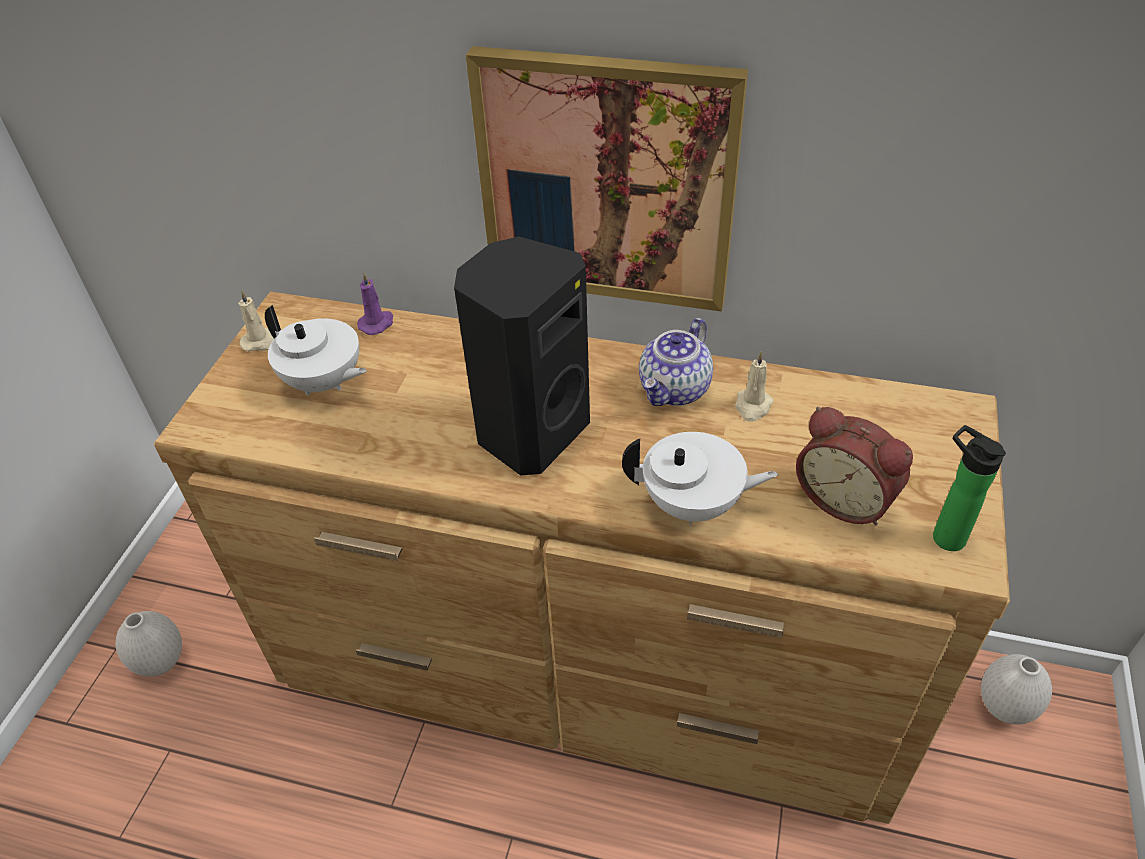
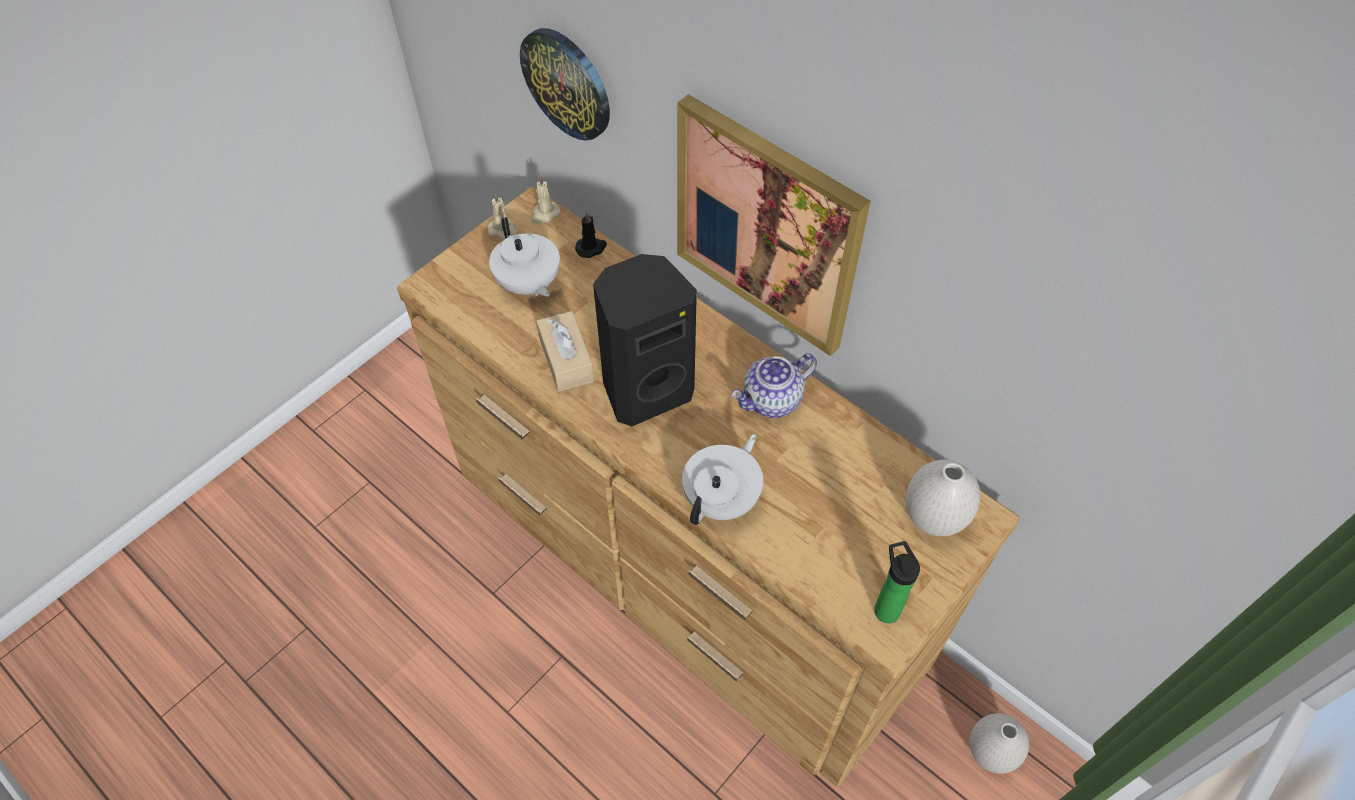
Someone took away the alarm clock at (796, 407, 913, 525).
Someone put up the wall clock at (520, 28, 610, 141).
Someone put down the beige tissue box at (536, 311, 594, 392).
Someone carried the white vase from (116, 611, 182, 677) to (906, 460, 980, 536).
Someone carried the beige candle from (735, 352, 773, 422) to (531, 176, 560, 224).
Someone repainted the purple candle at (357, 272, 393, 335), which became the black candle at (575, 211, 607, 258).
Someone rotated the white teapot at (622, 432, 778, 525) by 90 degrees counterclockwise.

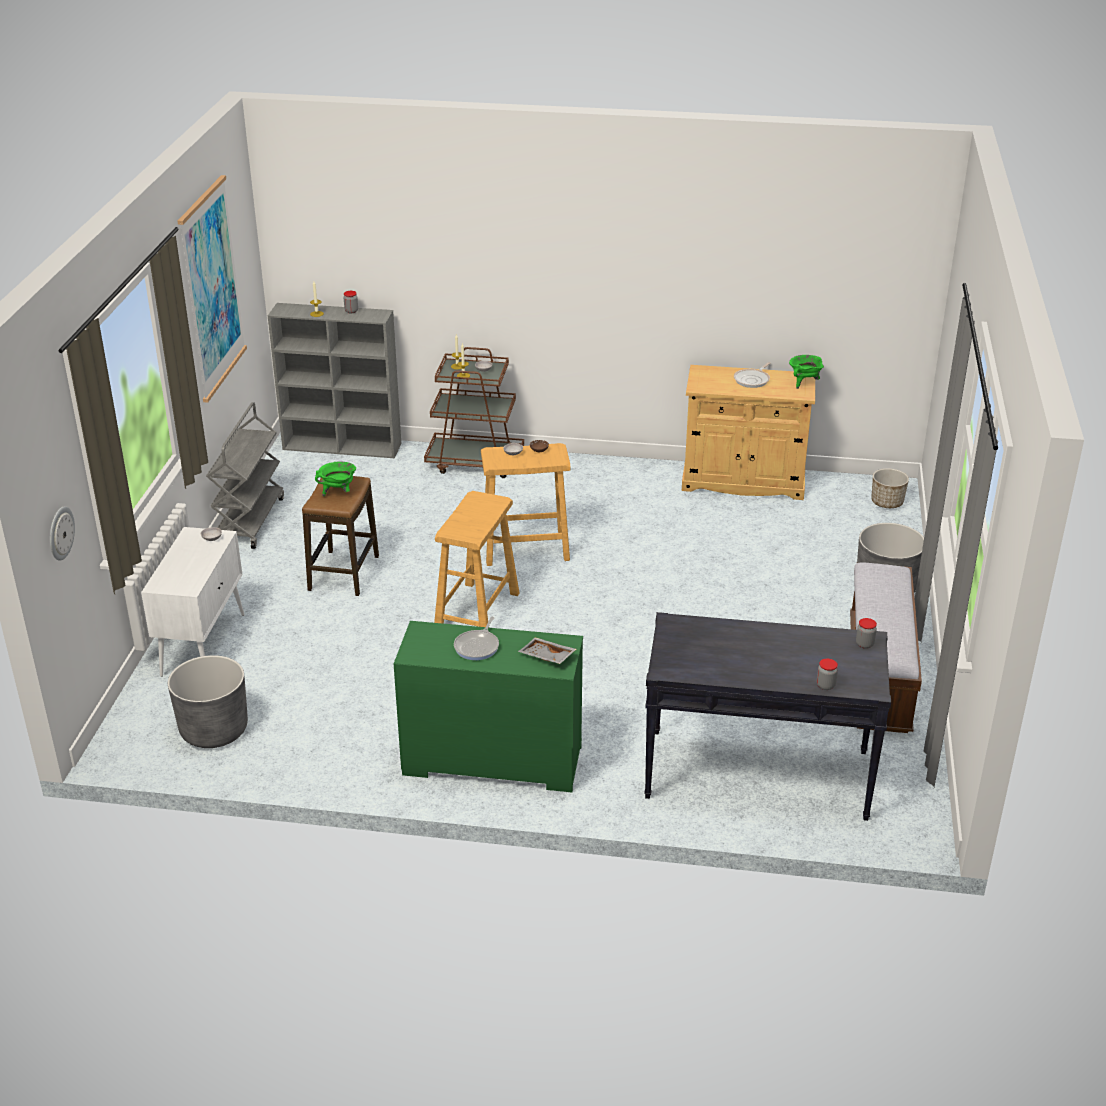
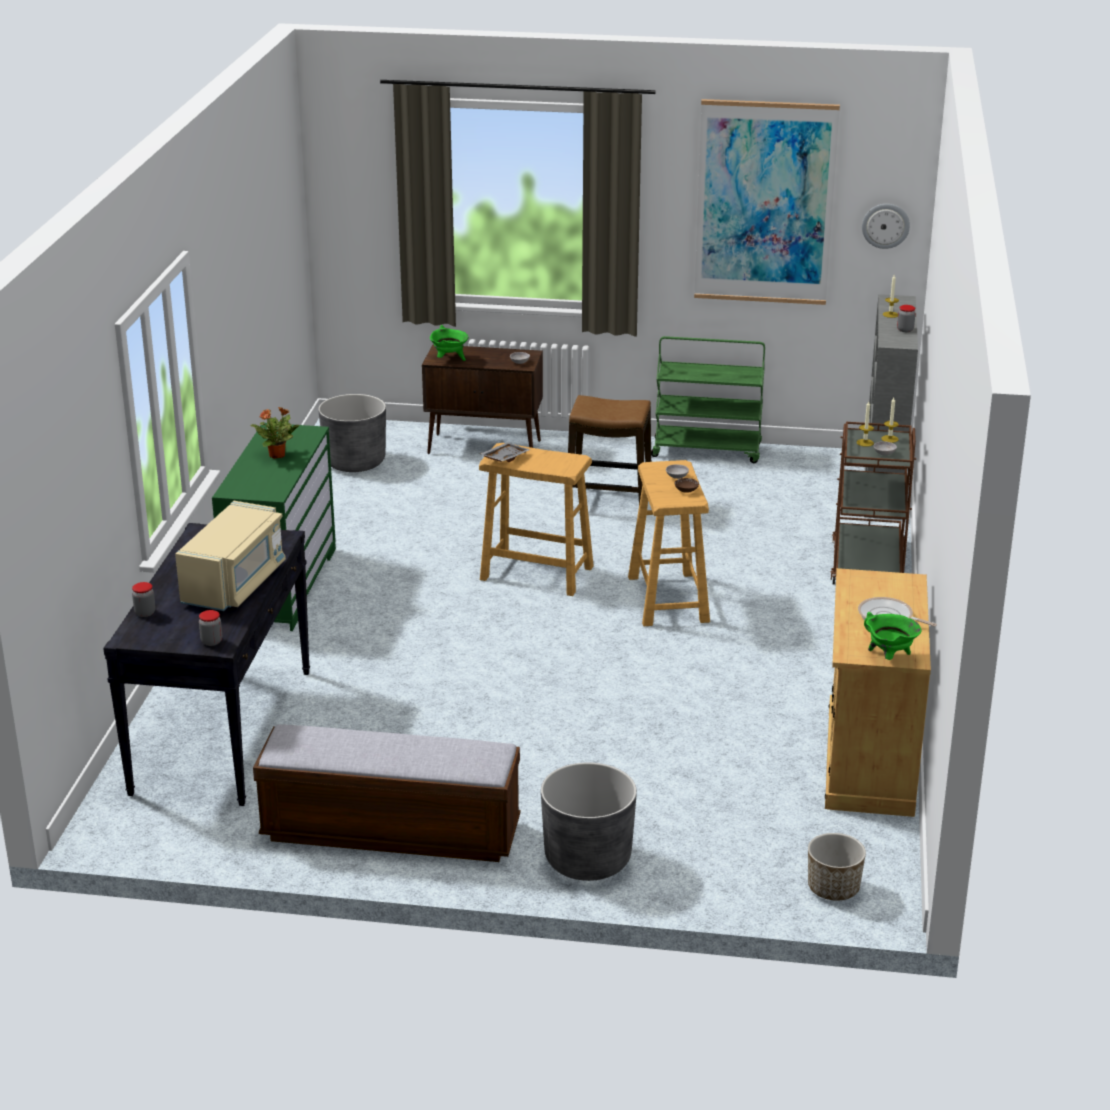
Someone put down the beige microwave at (175, 501, 286, 611).
Someone carried the wall clock from (50, 506, 75, 561) to (862, 204, 910, 249).
Someone carried the green cooking pot from (315, 461, 356, 496) to (430, 325, 469, 361).
Someone carried the grey tray from (518, 638, 576, 664) to (480, 442, 530, 462).
Someone swapped the frying pan at (454, 617, 499, 660) for the potted plant at (251, 407, 299, 459).
Someone repainted the white cabinet at (141, 527, 244, 677), which became the brown cabinet at (422, 344, 543, 454).
Someone repainted the grey cart at (206, 402, 284, 549), which became the green cart at (651, 336, 765, 463).

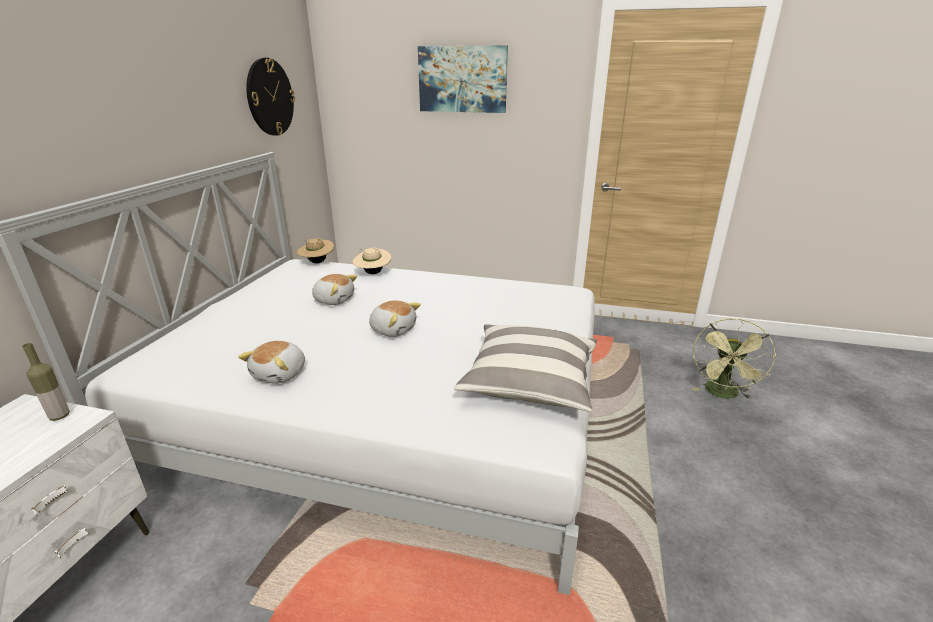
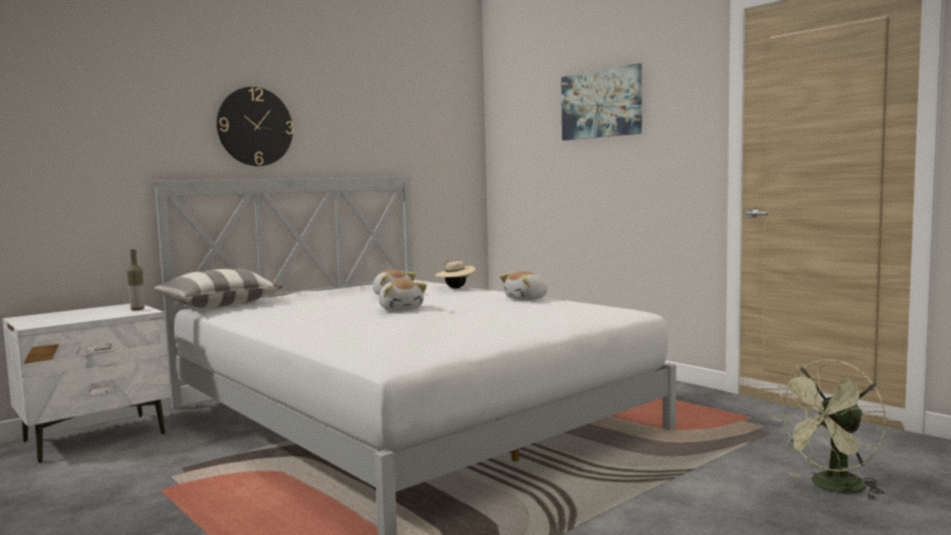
Someone took away the beige hat at (297, 238, 334, 263).
Someone carried the plush toy from (238, 341, 305, 384) to (499, 271, 547, 300).
Someone carried the wall clock from (246, 58, 295, 136) to (217, 87, 293, 166).
Someone carried the pillow from (454, 324, 597, 412) to (154, 268, 283, 308).

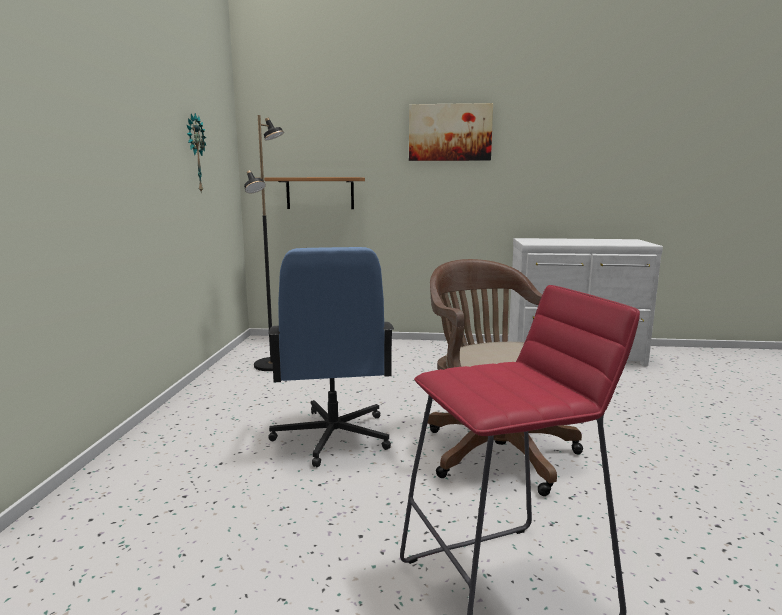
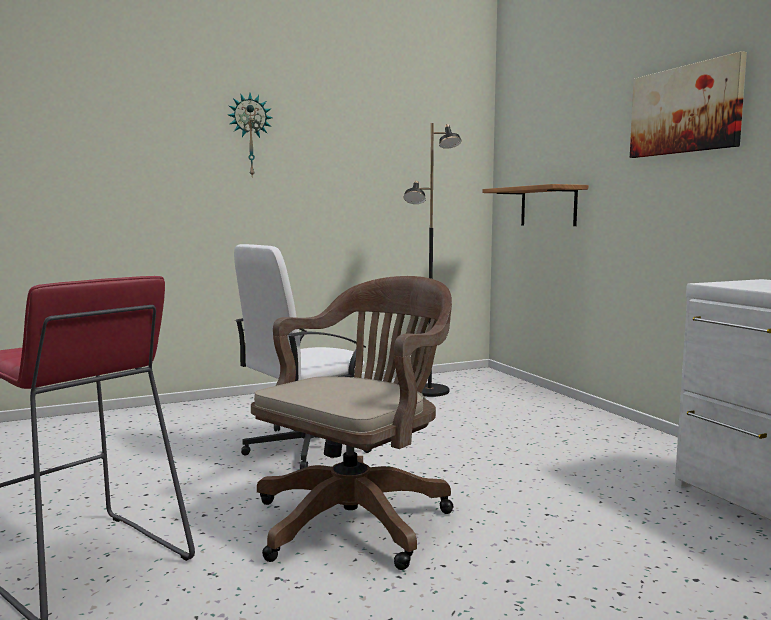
Someone carried the wall clock from (187, 113, 206, 194) to (228, 93, 272, 176).
Someone repainted the blue office chair at (268, 247, 394, 467), which became the white office chair at (234, 244, 372, 469).

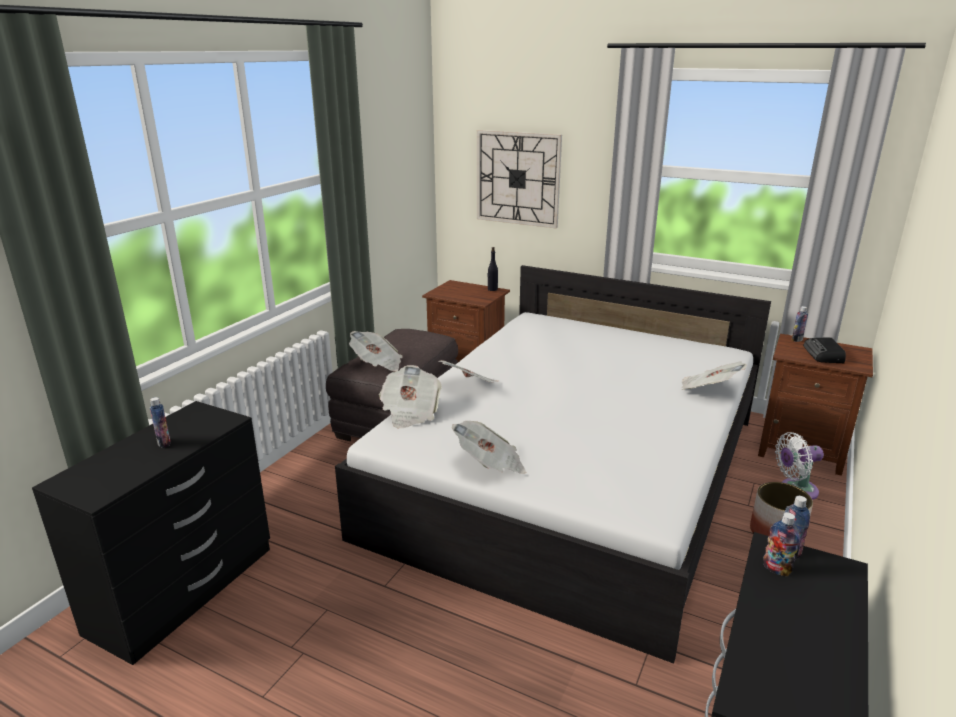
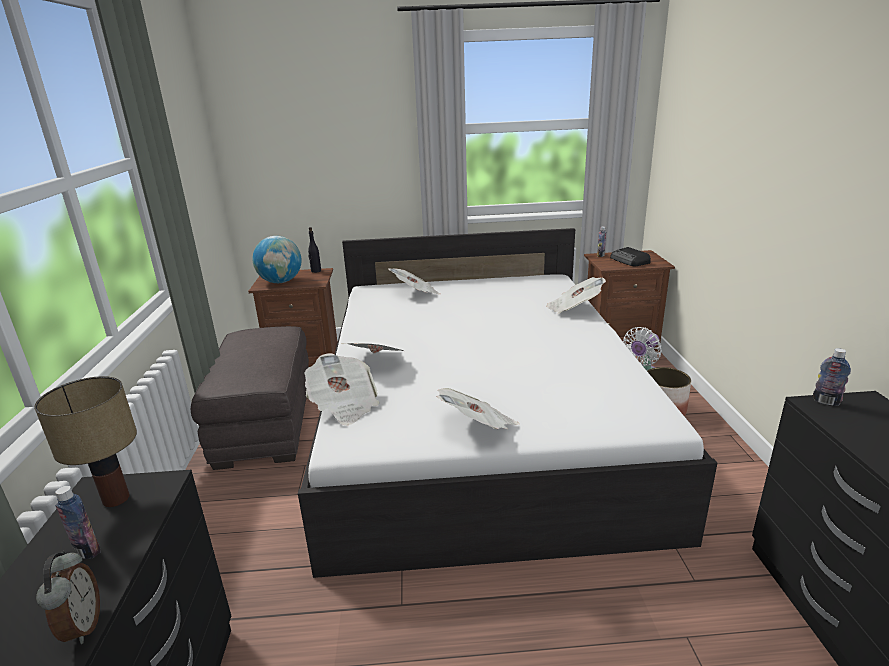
Someone took away the wall clock at (477, 130, 562, 228).
Someone took away the bottle at (764, 512, 800, 576).
Someone put down the table lamp at (34, 376, 137, 507).
Someone put down the alarm clock at (36, 551, 100, 644).
Someone put down the globe at (252, 236, 302, 283).
Someone carried the newspaper from (349, 331, 402, 372) to (389, 268, 440, 294).

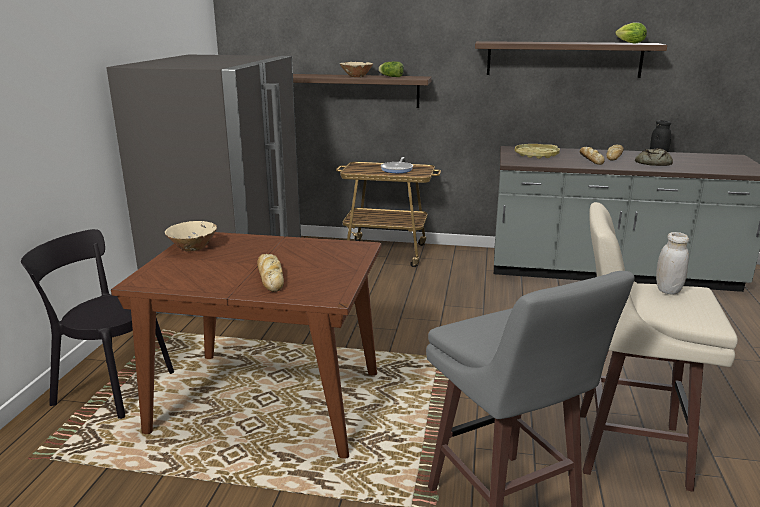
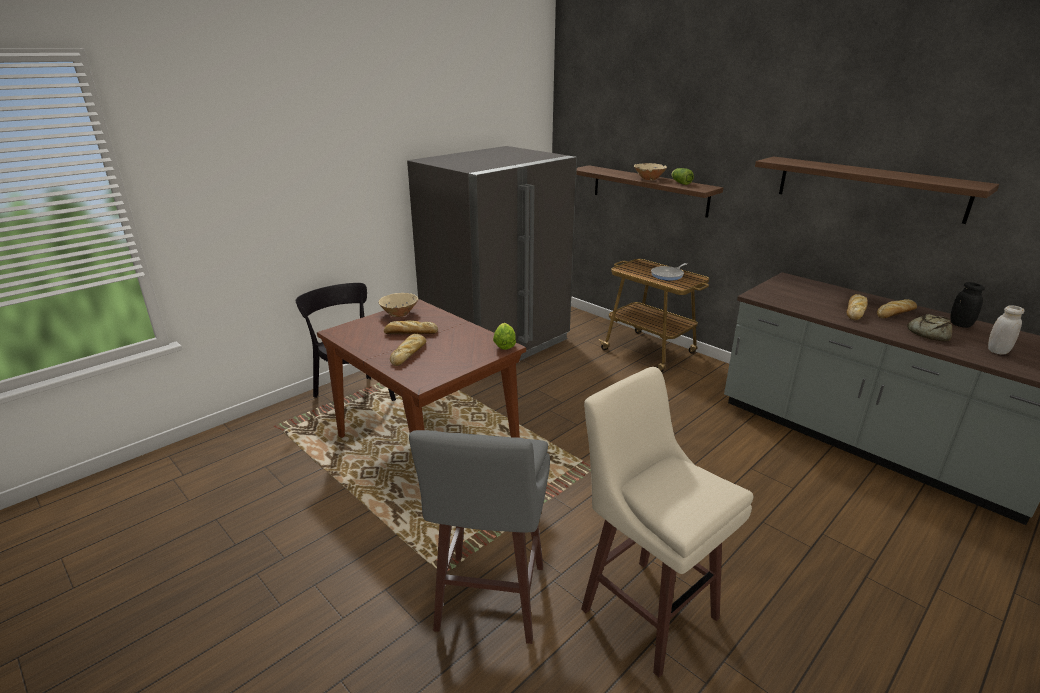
Someone took away the yellow tray at (515, 144, 560, 159).
Someone put down the bread at (384, 320, 438, 334).
Someone carried the lettuce from (615, 22, 647, 43) to (493, 323, 516, 350).
Someone carried the white jar from (656, 232, 689, 295) to (988, 305, 1025, 354).

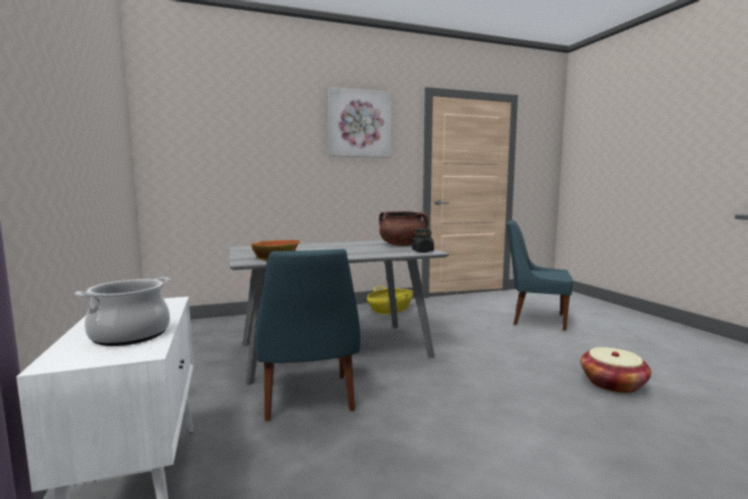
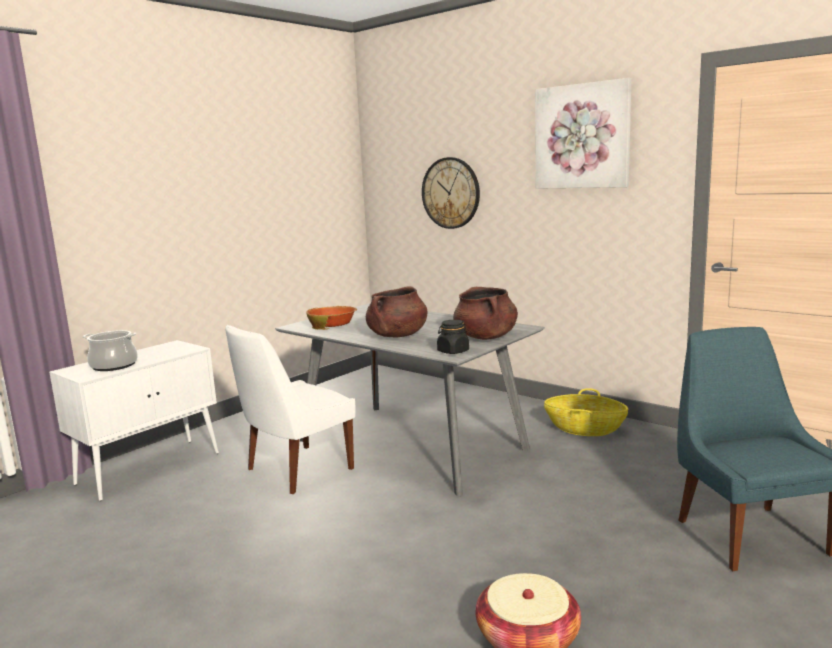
Someone put down the brown cooking pot at (366, 286, 427, 337).
Someone put up the wall clock at (422, 157, 480, 229).
Someone repainted the blue chair at (255, 249, 360, 422), which became the white chair at (225, 325, 355, 494).

